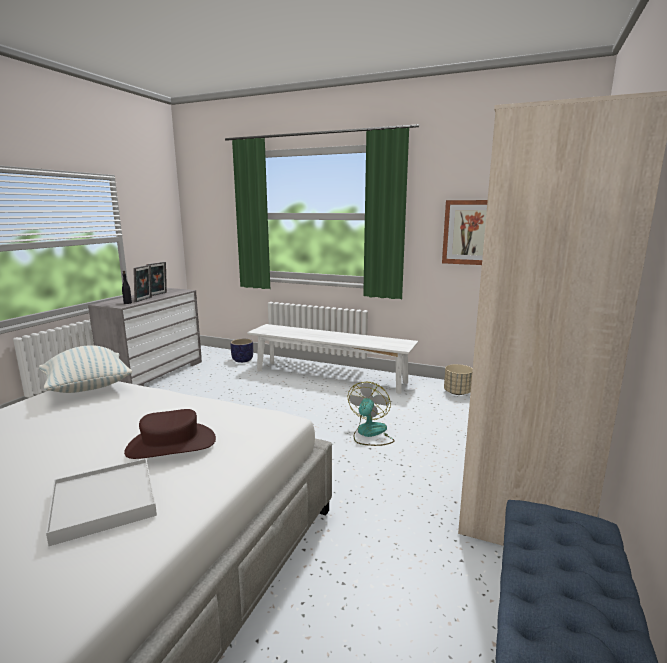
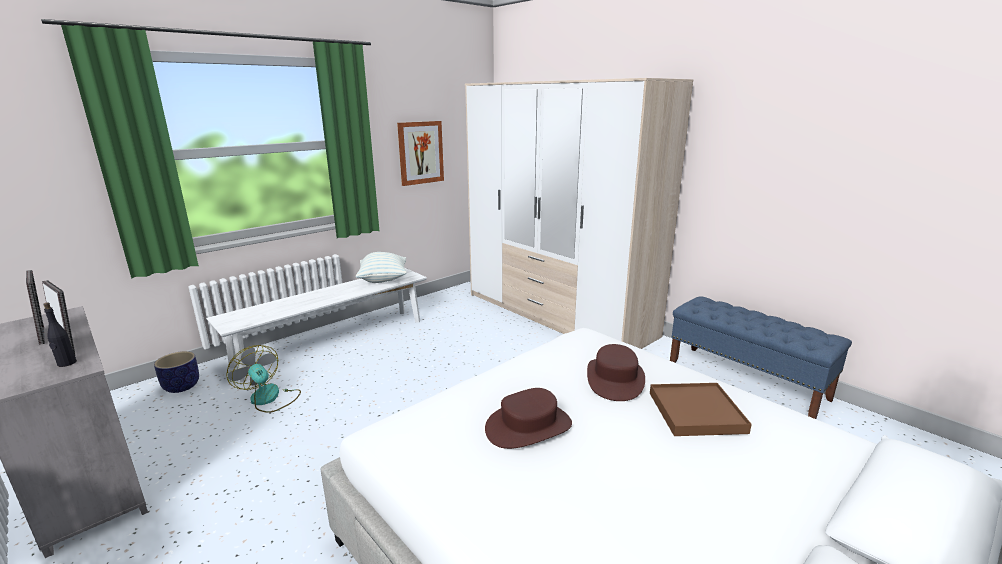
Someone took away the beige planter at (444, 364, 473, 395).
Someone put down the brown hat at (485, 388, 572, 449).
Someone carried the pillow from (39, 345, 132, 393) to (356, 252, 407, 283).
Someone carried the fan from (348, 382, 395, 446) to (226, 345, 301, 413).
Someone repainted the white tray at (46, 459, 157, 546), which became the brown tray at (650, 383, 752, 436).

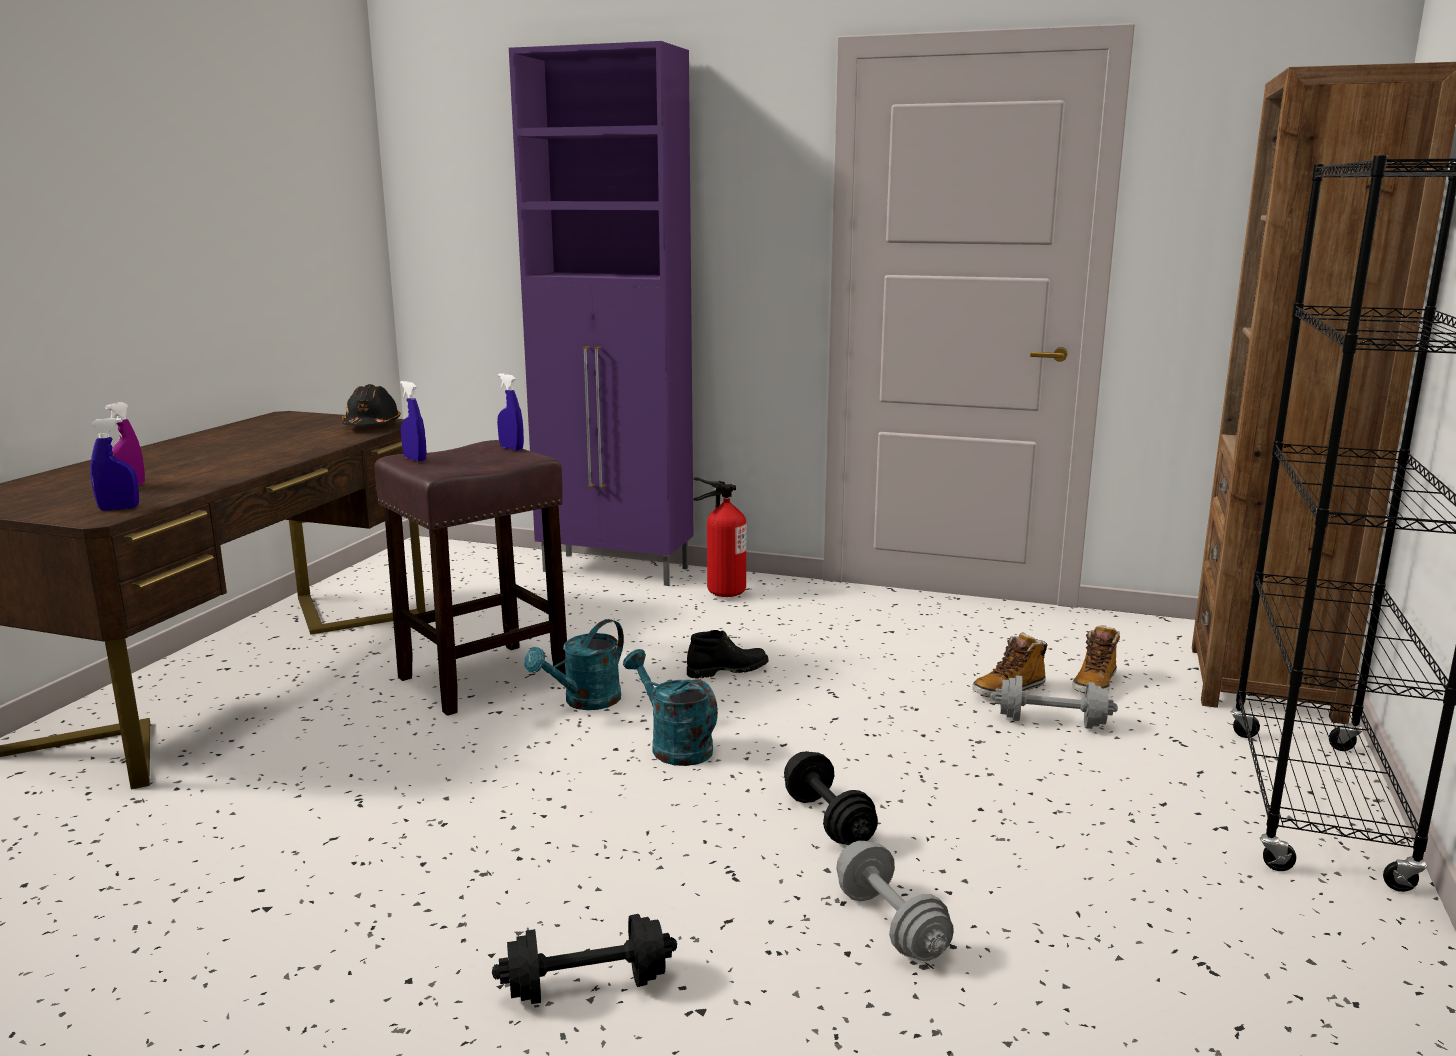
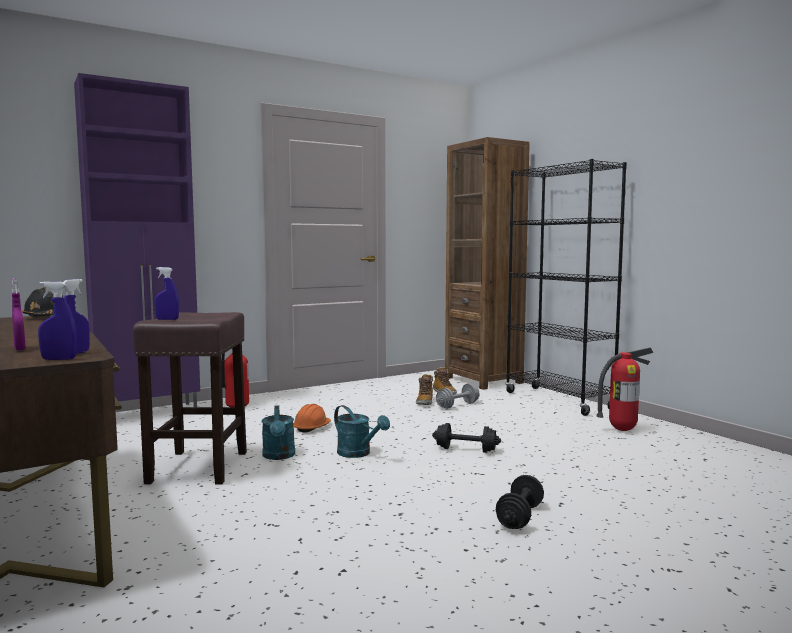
Someone took away the grey dumbbell at (836, 841, 954, 961).
Someone put down the fire extinguisher at (597, 347, 654, 431).
Someone carried the blue spray bottle from (497, 373, 524, 450) to (38, 281, 77, 360).
Someone swapped the black boot at (687, 630, 769, 679) for the orange hard hat at (293, 404, 331, 432).
Someone rotated the turquoise watering can at (623, 649, 718, 766) by 135 degrees counterclockwise.

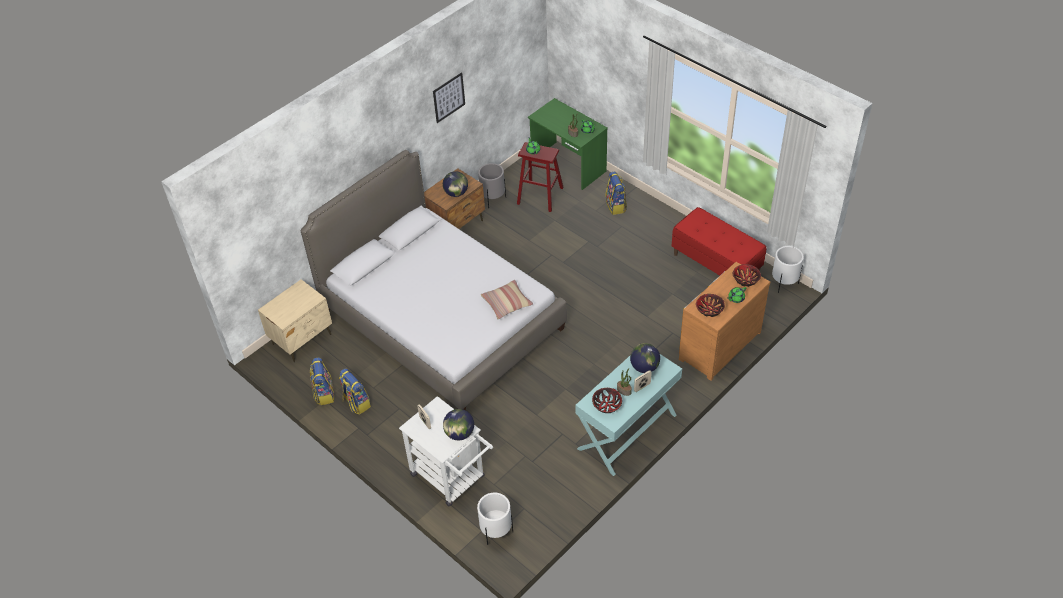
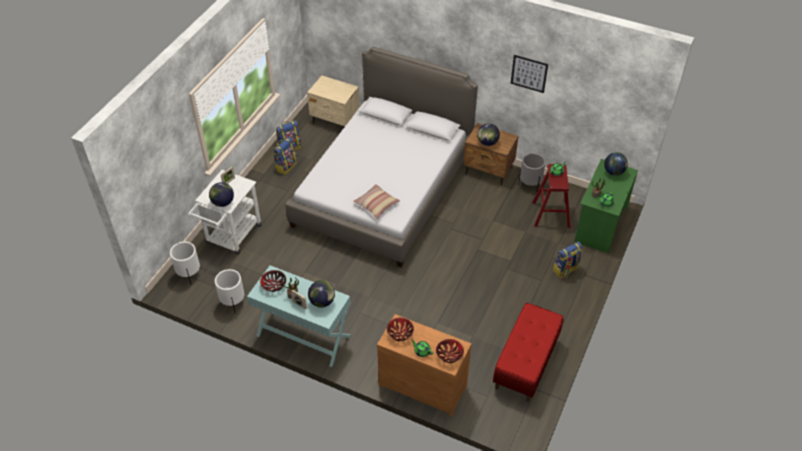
Someone put down the globe at (604, 152, 628, 176).
Someone carried the white planter from (772, 246, 804, 293) to (215, 269, 244, 314).

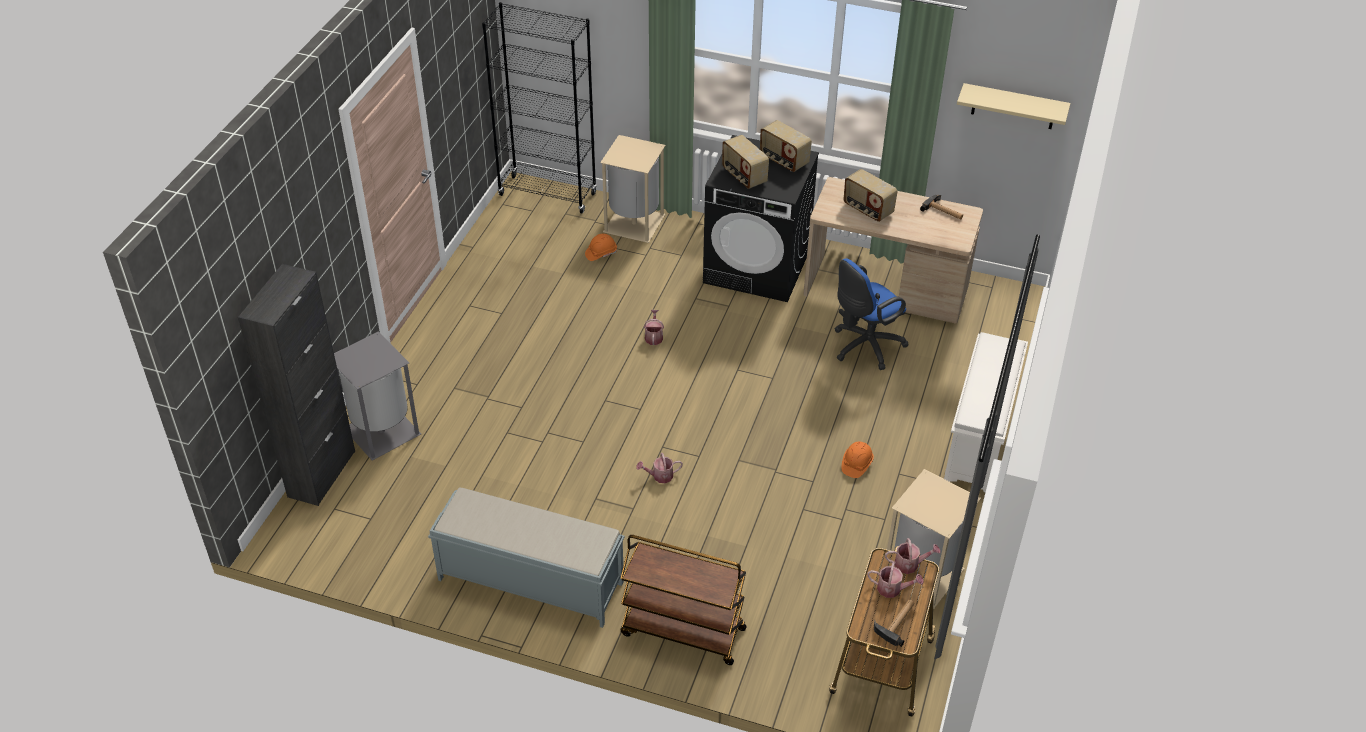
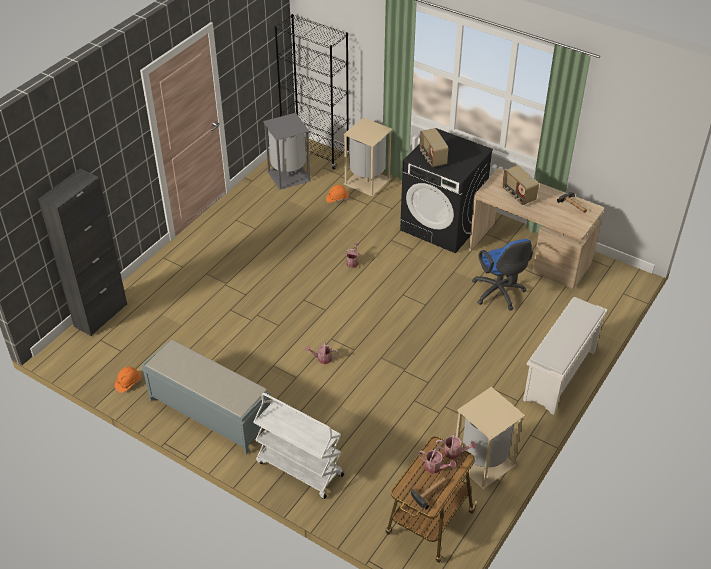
Someone took away the radio at (760, 120, 812, 172).
Someone took away the beige shelf at (957, 83, 1071, 129).
Someone carried the grey trash can from (334, 331, 421, 461) to (263, 113, 311, 190).
Someone carried the orange hard hat from (842, 441, 874, 478) to (115, 367, 141, 393).
Someone repainted the brown cart at (620, 535, 747, 665), which became the white cart at (254, 393, 344, 499).
Someone rotated the blue office chair at (835, 258, 908, 370) by 90 degrees counterclockwise.

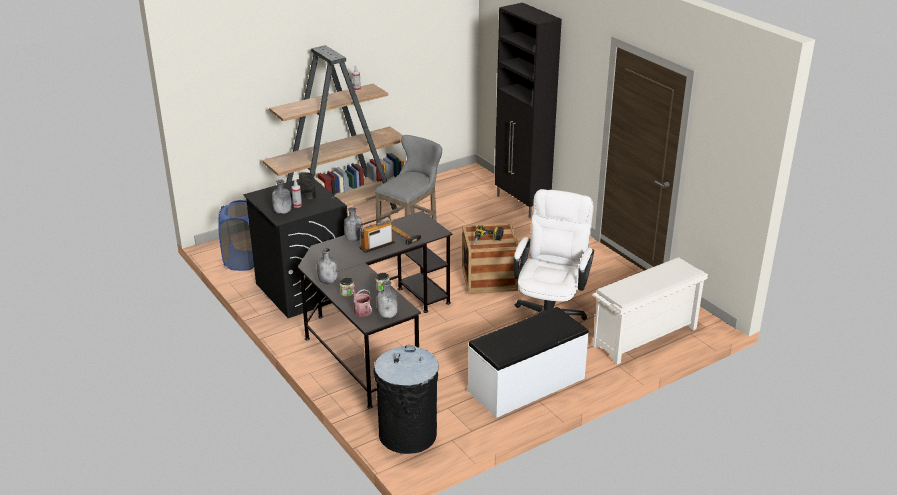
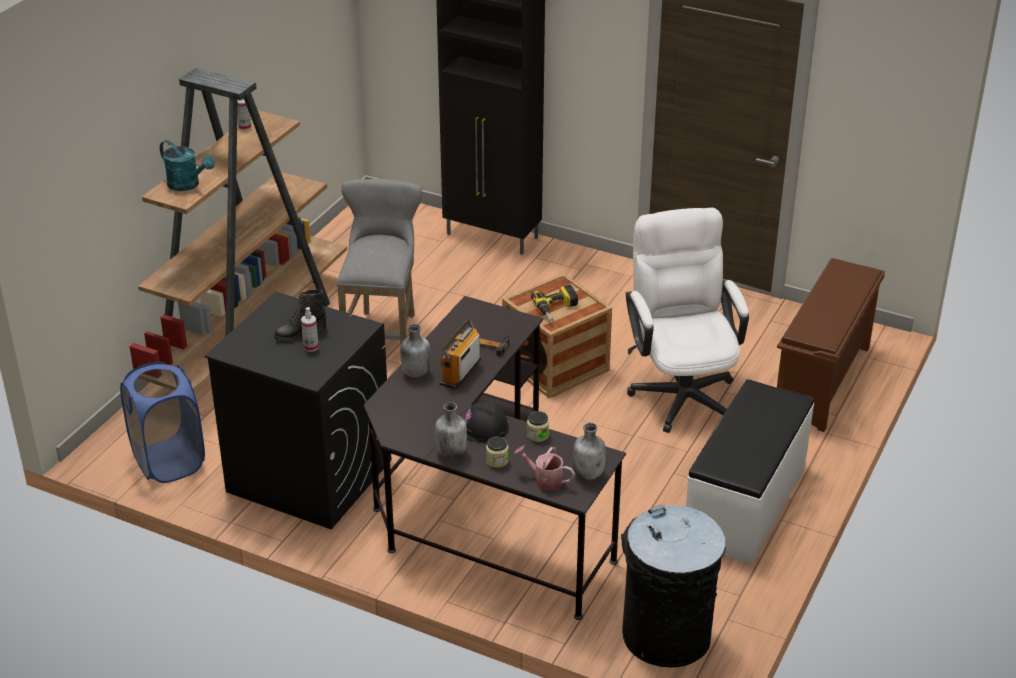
Someone took away the grey bottle at (272, 180, 292, 214).
Someone put down the turquoise watering can at (160, 140, 215, 191).
Someone put down the black hard hat at (463, 401, 509, 443).
Someone repainted the white shoe rack at (592, 257, 708, 364), which became the brown shoe rack at (777, 258, 885, 432).

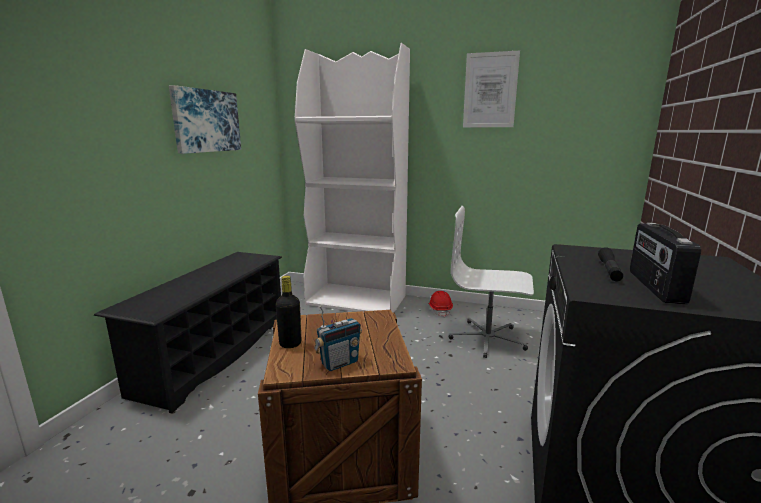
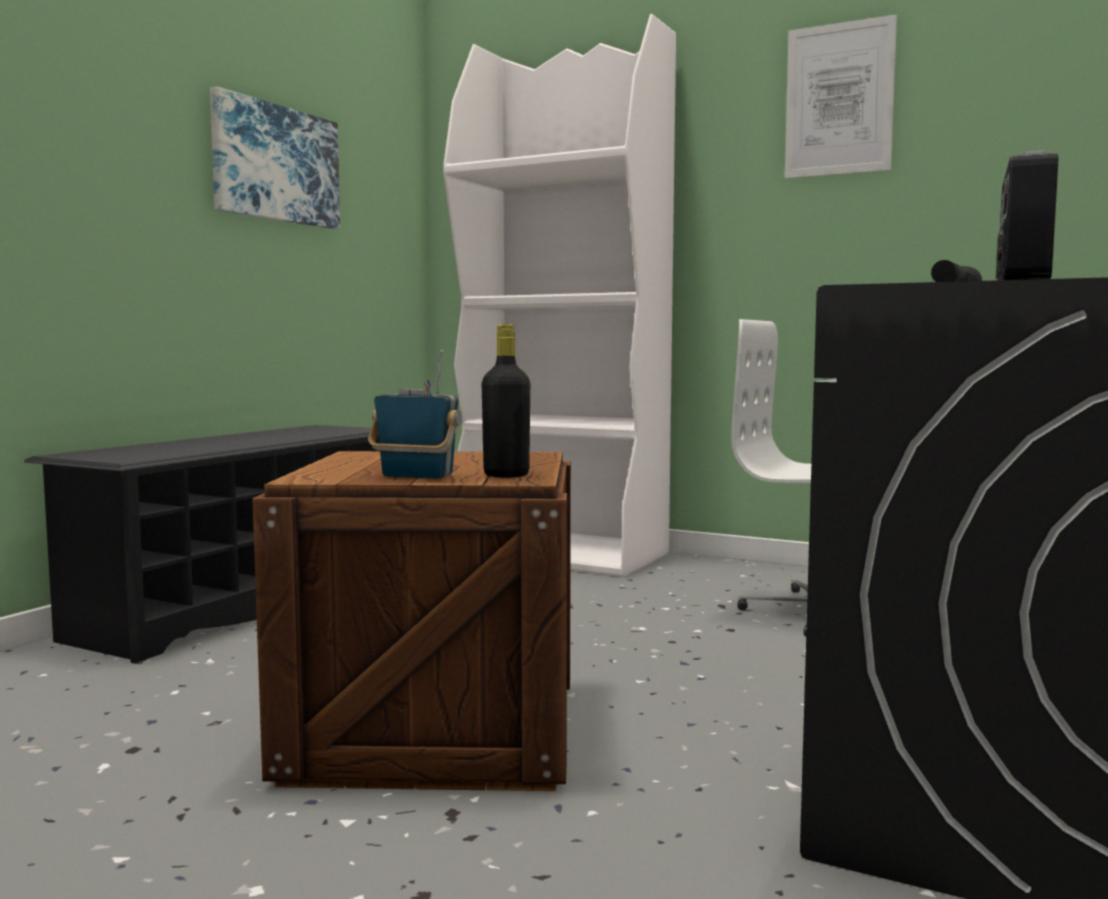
Someone took away the red hard hat at (428, 291, 453, 317).
Someone carried the black bottle from (276, 276, 302, 348) to (482, 324, 530, 478).
Someone rotated the radio at (314, 306, 362, 371) by 135 degrees counterclockwise.

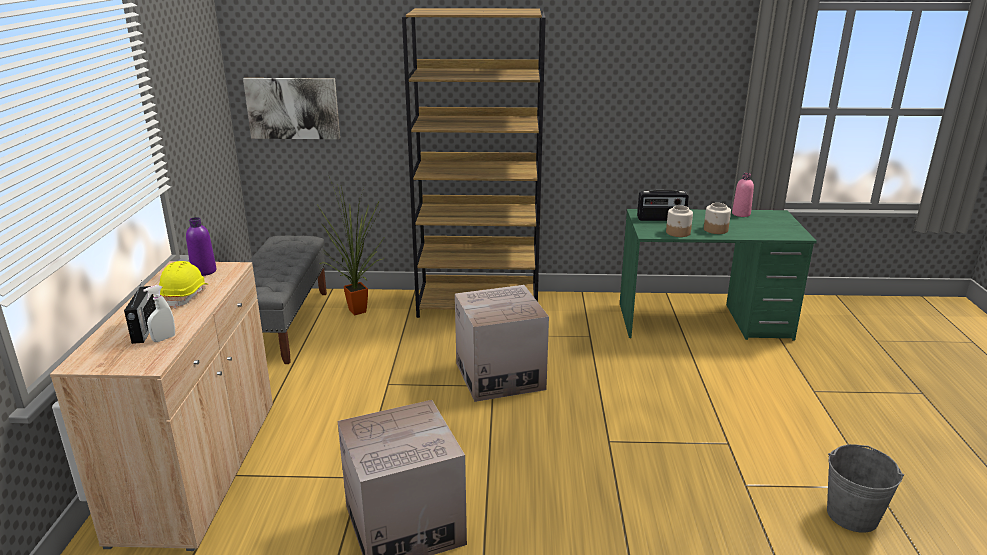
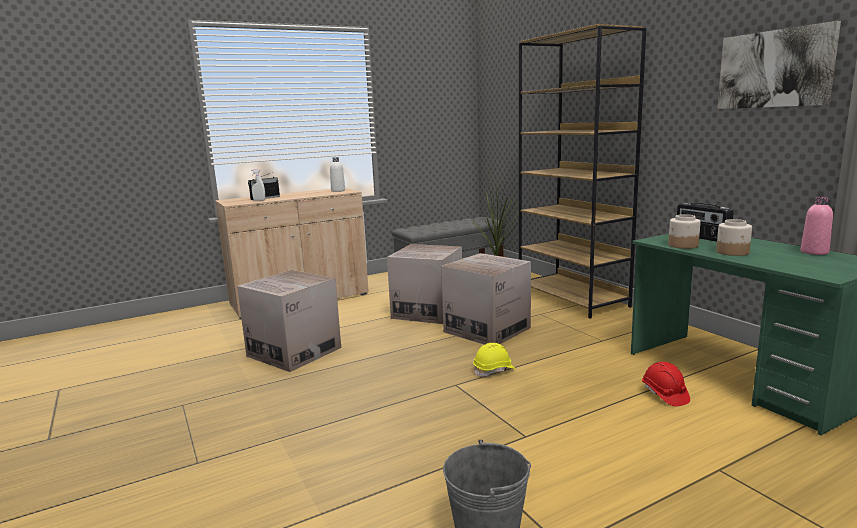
Someone put down the cardboard box at (387, 244, 462, 324).
Someone put down the red hard hat at (642, 362, 690, 406).
Someone carried the yellow hard hat from (159, 261, 208, 309) to (473, 343, 516, 377).
Someone carried the picture from (243, 78, 340, 139) to (717, 21, 841, 109).
Someone repainted the purple bottle at (186, 217, 217, 276), which became the white bottle at (330, 157, 345, 192).

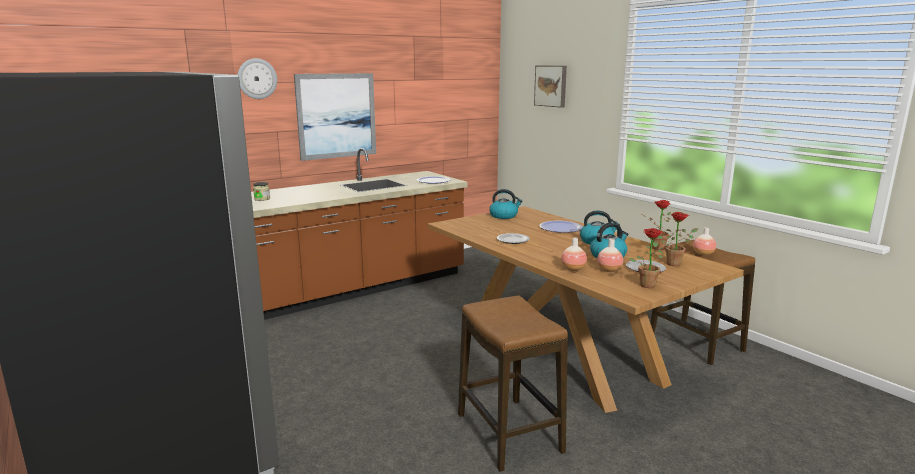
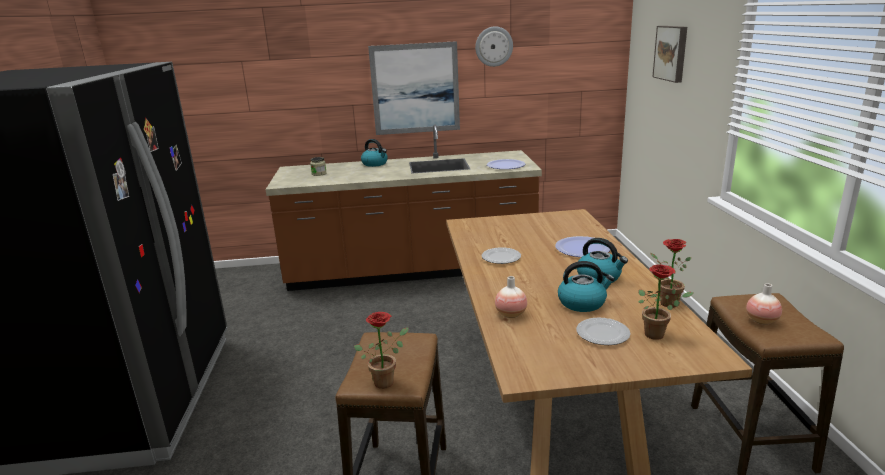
Someone took away the vase at (597, 238, 623, 272).
Someone carried the wall clock from (238, 58, 277, 99) to (475, 26, 513, 67).
Someone carried the kettle from (489, 189, 523, 219) to (361, 139, 388, 167).
Someone carried the potted plant from (630, 228, 664, 288) to (354, 312, 409, 389).

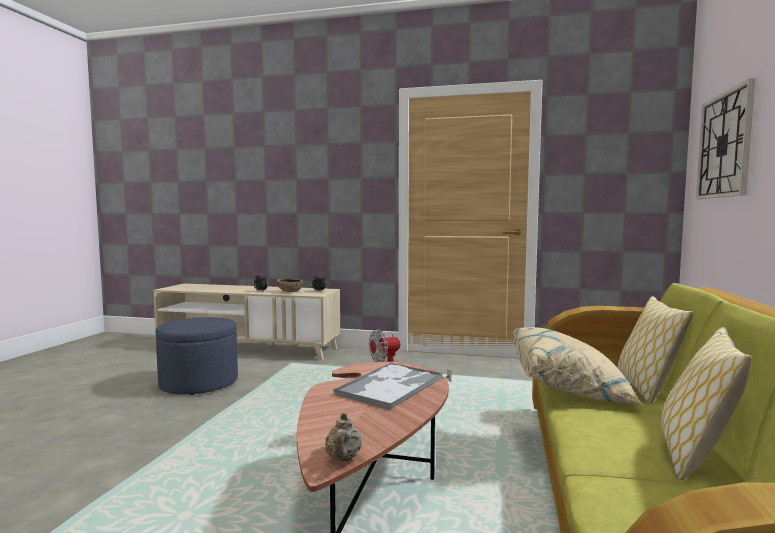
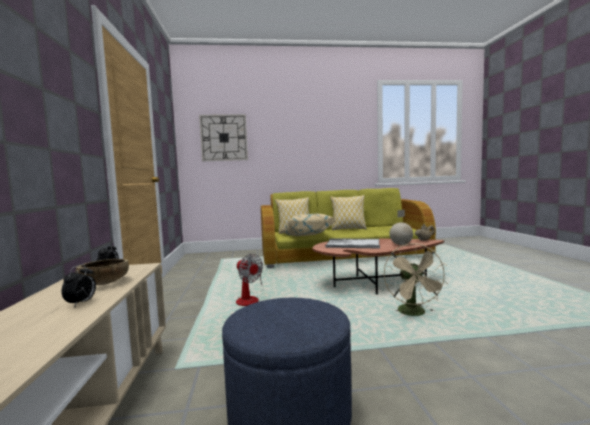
Someone put down the beige fan at (384, 243, 448, 316).
Someone put down the globe at (389, 210, 413, 245).

